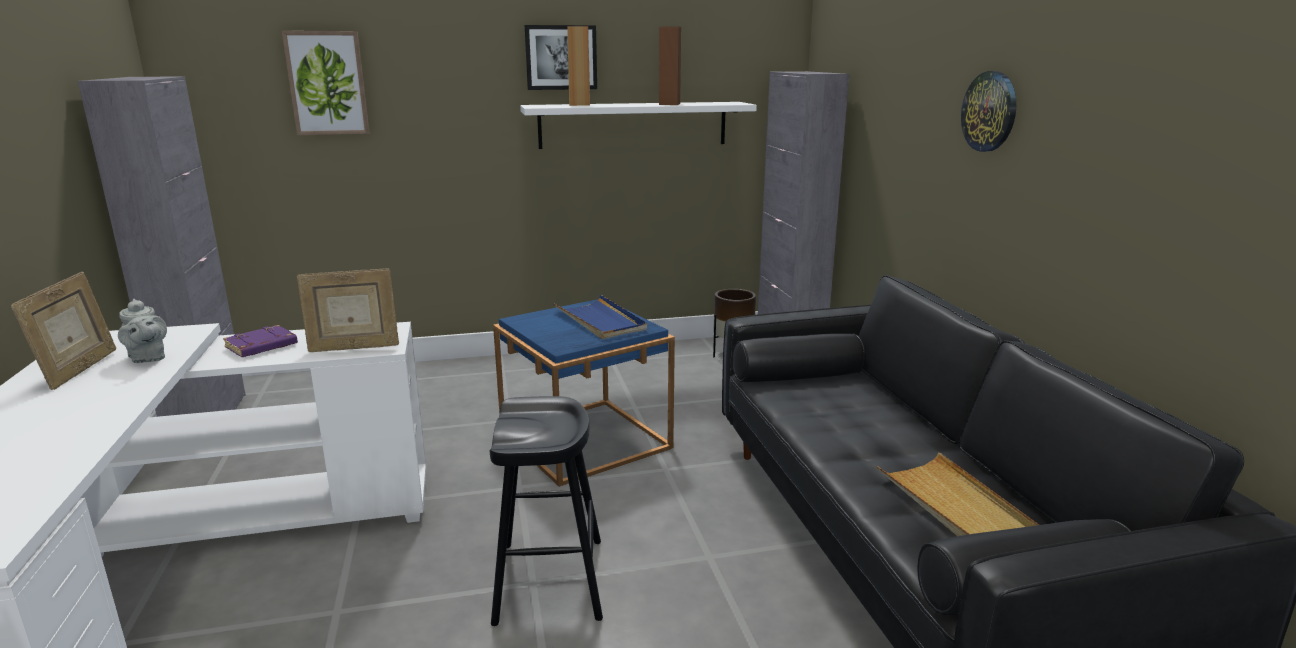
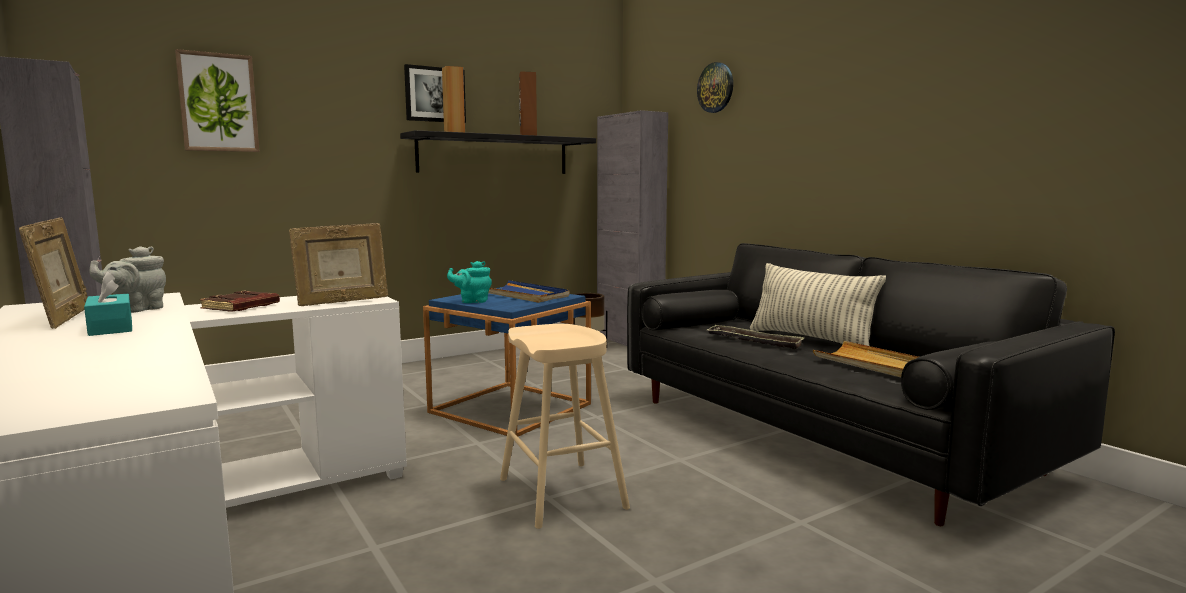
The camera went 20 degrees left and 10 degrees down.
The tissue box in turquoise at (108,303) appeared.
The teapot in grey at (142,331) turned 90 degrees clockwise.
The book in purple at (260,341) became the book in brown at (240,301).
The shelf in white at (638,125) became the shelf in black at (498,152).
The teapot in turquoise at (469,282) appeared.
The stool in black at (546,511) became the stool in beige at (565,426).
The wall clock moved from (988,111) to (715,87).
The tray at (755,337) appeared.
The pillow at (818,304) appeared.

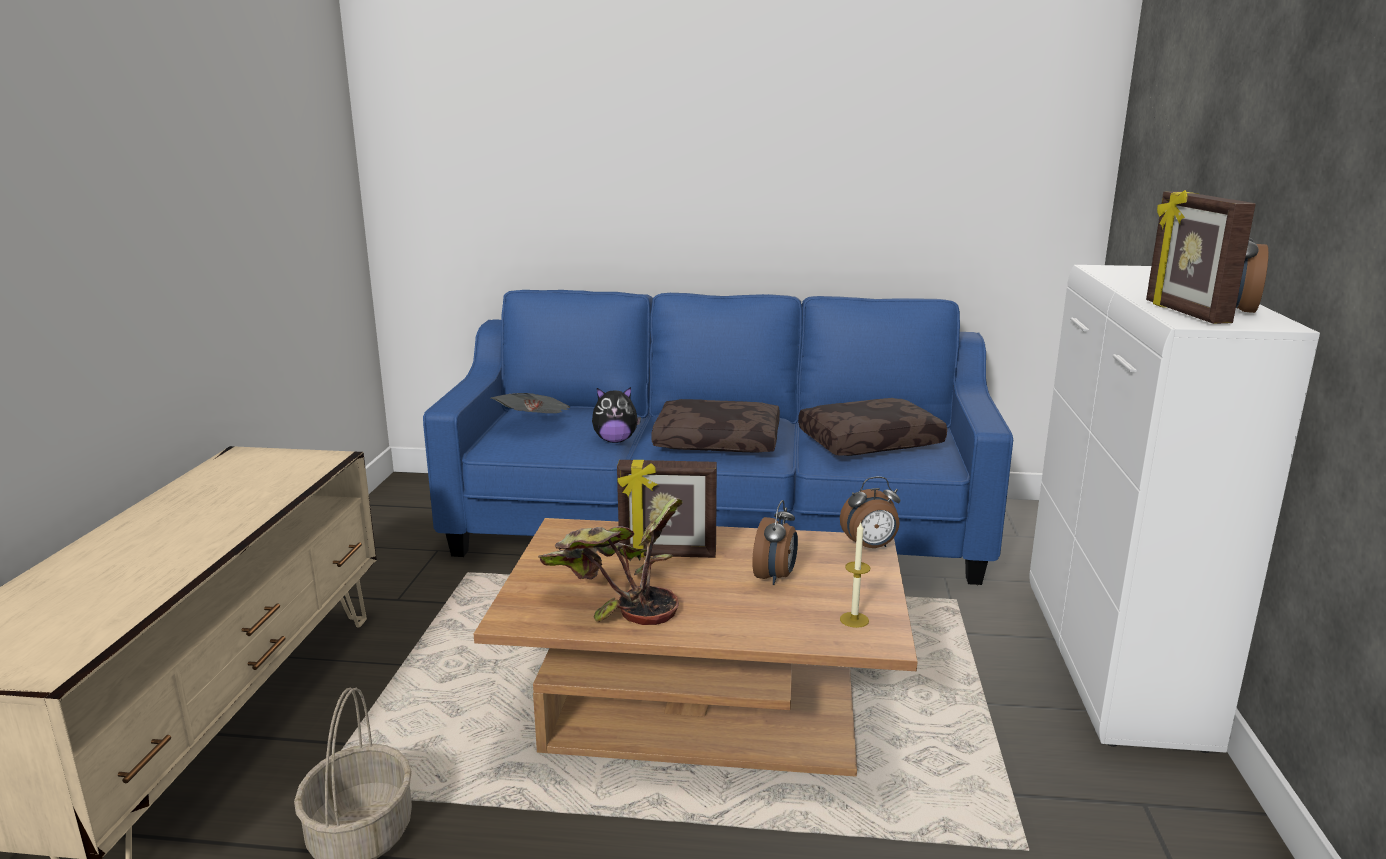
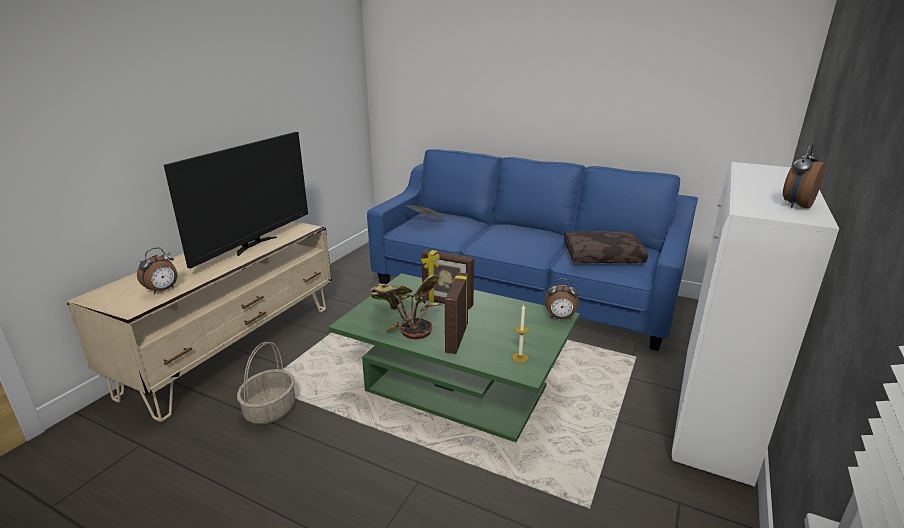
The camera went 20 degrees right and 5 degrees up.
The alarm clock moved from (775,542) to (157,271).
The television at (236,200) appeared.
The coffee table in brown at (696,647) became the coffee table in green at (454,357).
The picture frame moved from (1201,257) to (457,313).
The plush toy at (616,415) disappeared.
The pillow in brown at (715,426) disappeared.

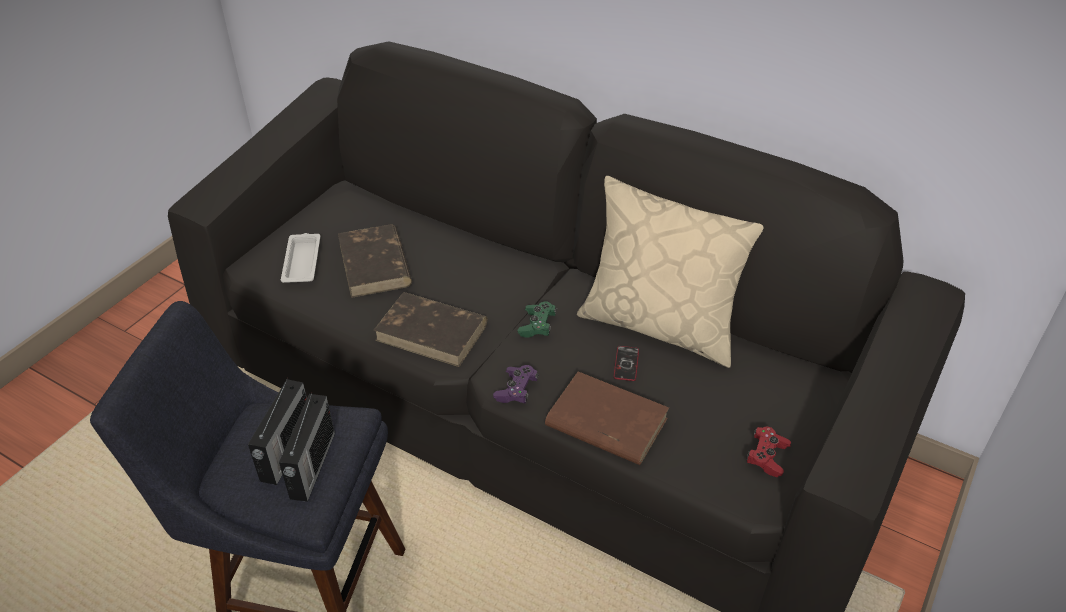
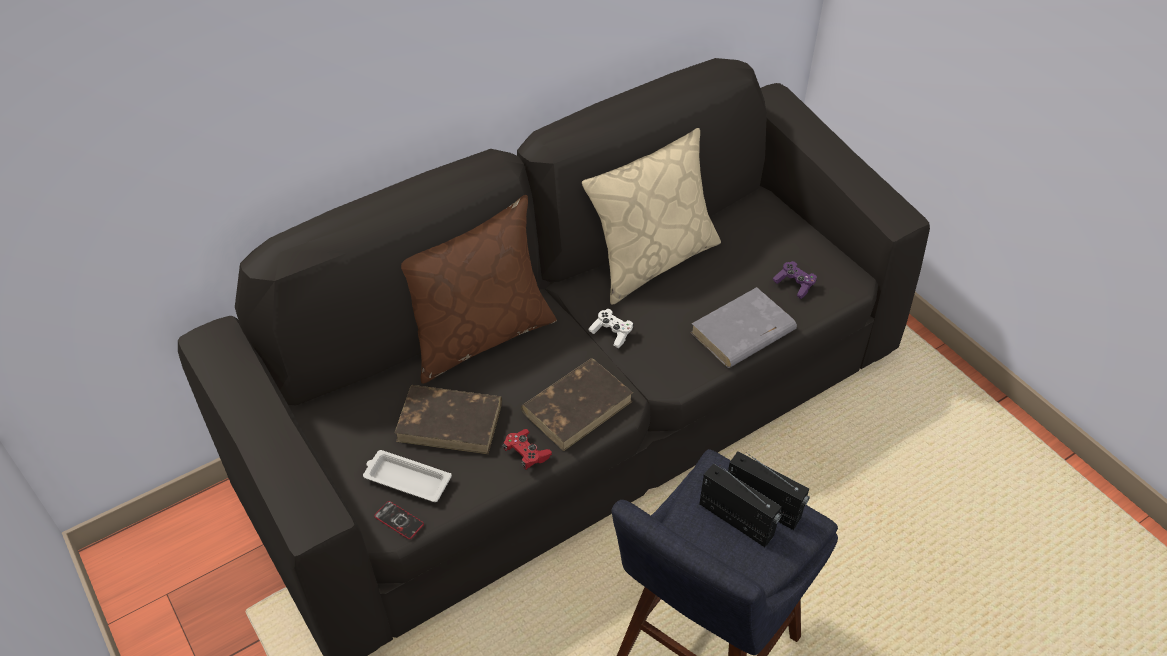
The camera went 65 degrees left and 5 degrees up.
The phone moved from (626,363) to (399,520).
The pillow in brown at (479,289) appeared.
The game controller in red moved from (768,452) to (527,449).
The game controller in green at (537,319) became the game controller in white at (611,329).
The book in brown at (607,418) became the book in grey at (743,327).
The game controller in purple moved from (516,384) to (795,280).

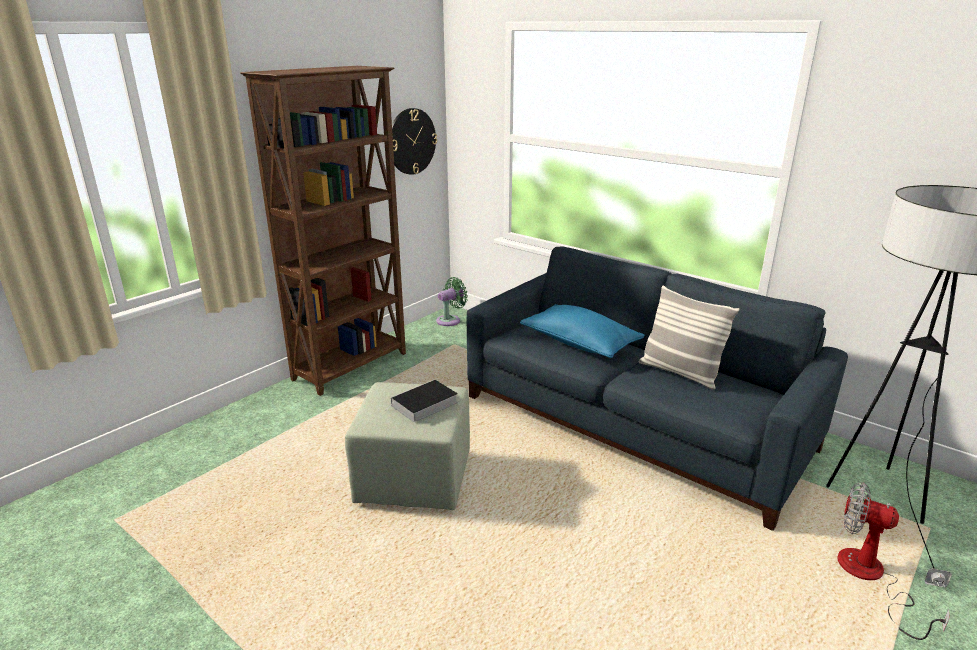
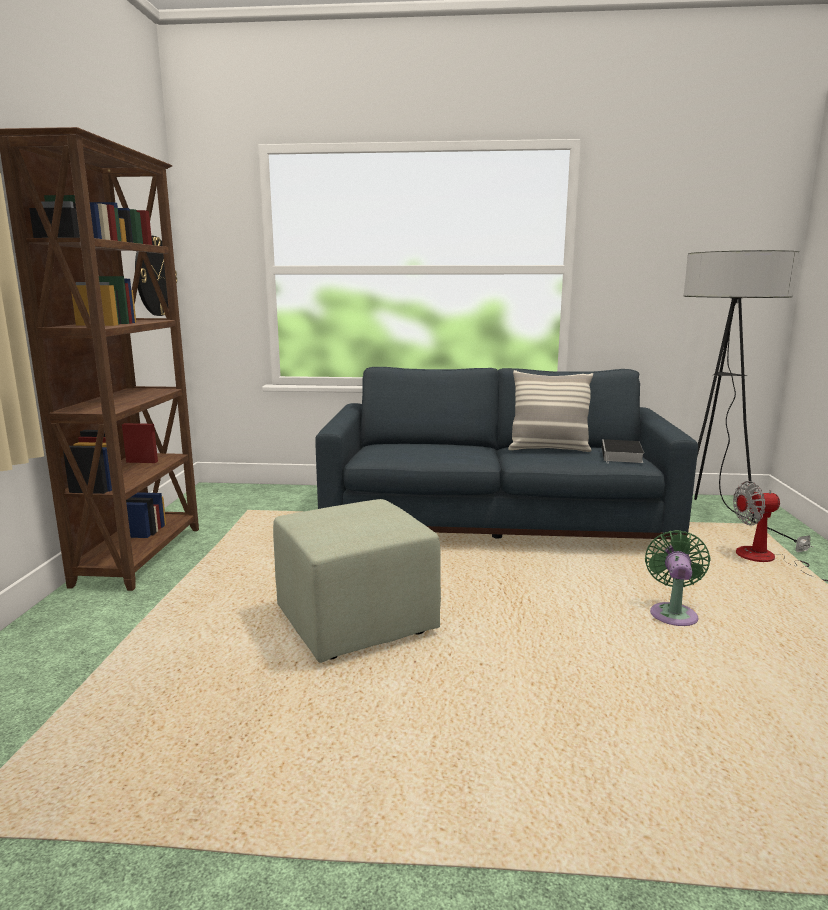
The camera went 35 degrees left and 10 degrees down.
The book moved from (421,400) to (623,451).
The fan in green moved from (452,301) to (678,578).
The pillow in blue at (582,331) disappeared.

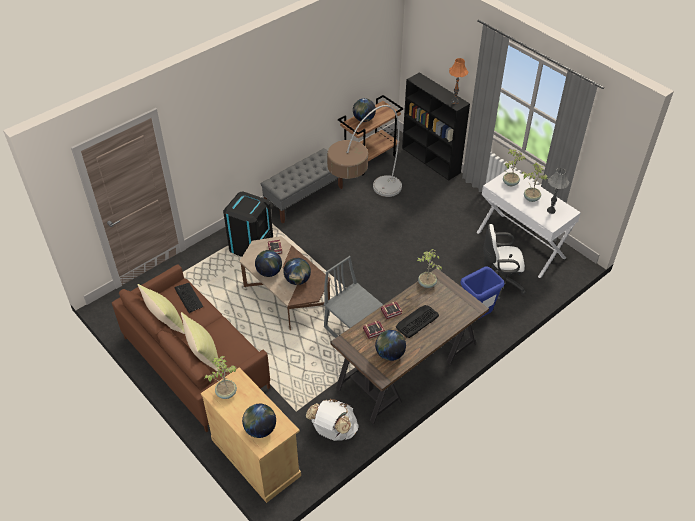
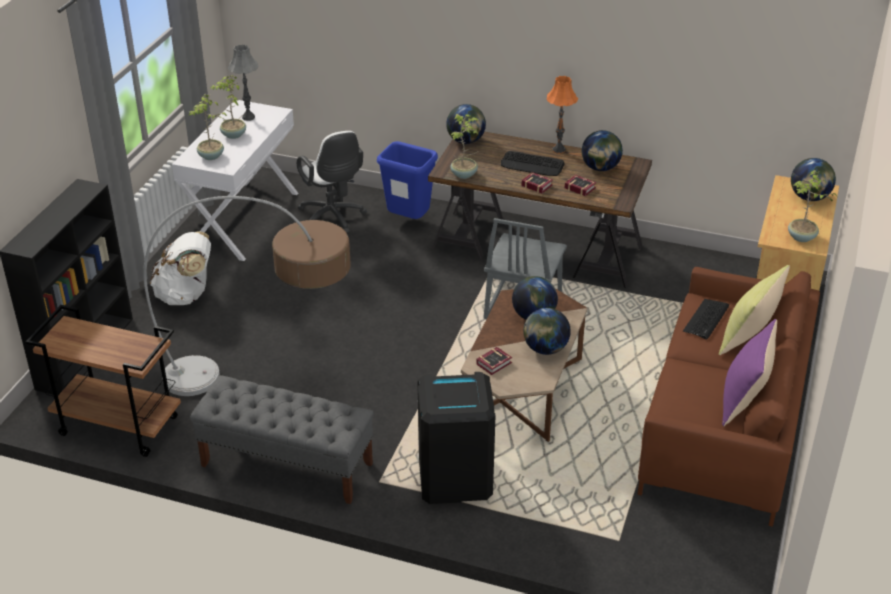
The camera went 120 degrees left and 10 degrees down.
The backpack in white moved from (332,420) to (180,268).
The globe moved from (364,110) to (466,124).
The table lamp in orange moved from (458,81) to (562,115).
The keyboard moved from (188,298) to (706,319).
The pillow in yellow at (161,309) became the pillow in purple at (749,372).

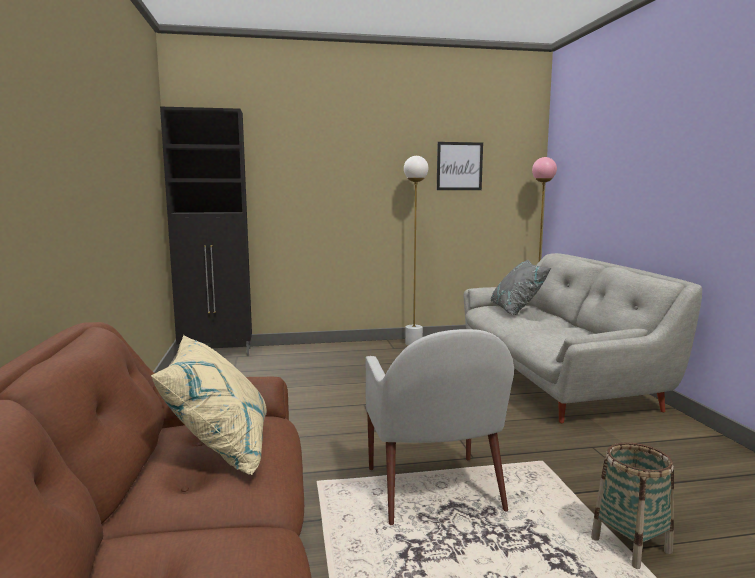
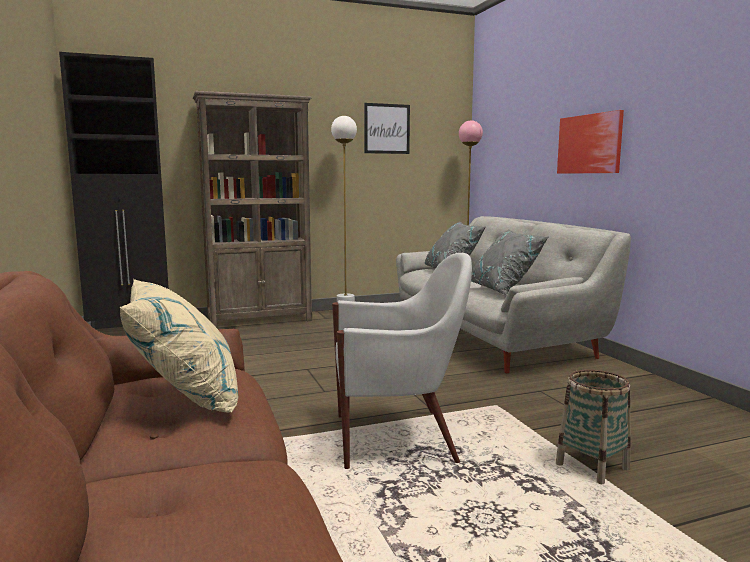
The camera went 10 degrees left and 0 degrees up.
The bookcase in brown at (252,209) appeared.
The armchair in white at (439,427) turned 75 degrees counterclockwise.
The pillow in grey at (509,262) appeared.
The picture at (590,142) appeared.

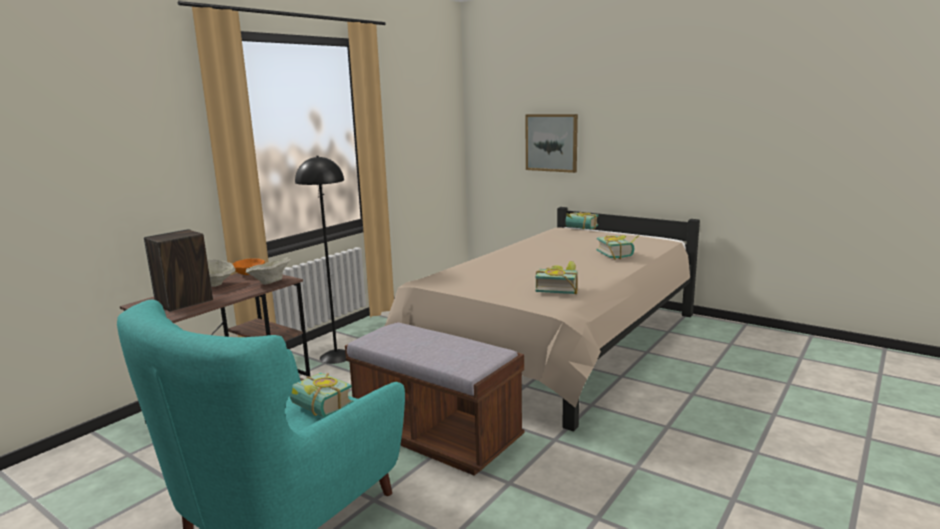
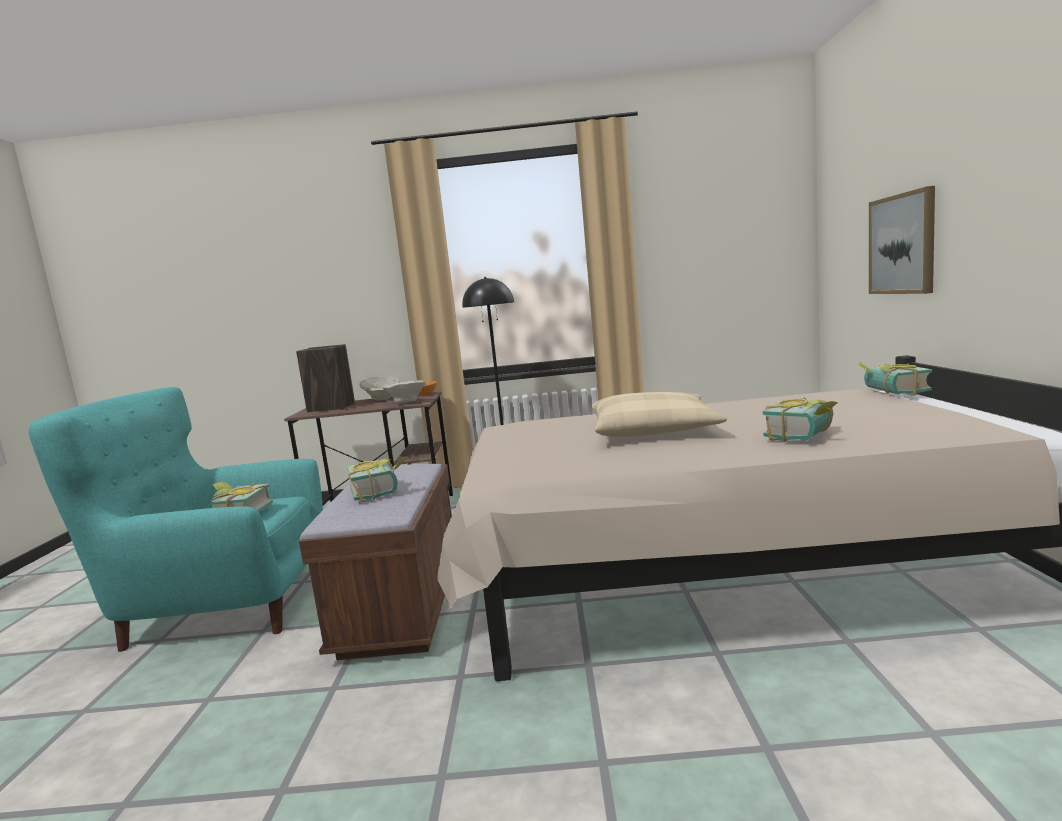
The camera went 55 degrees right and 5 degrees down.
The book moved from (557,277) to (377,479).
The pillow in beige at (659,414) appeared.

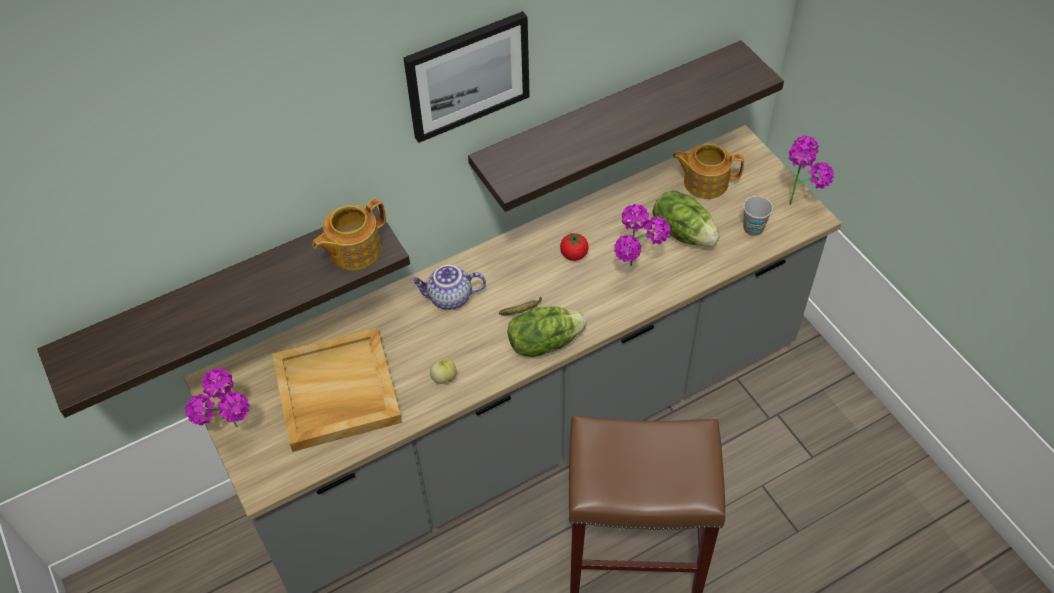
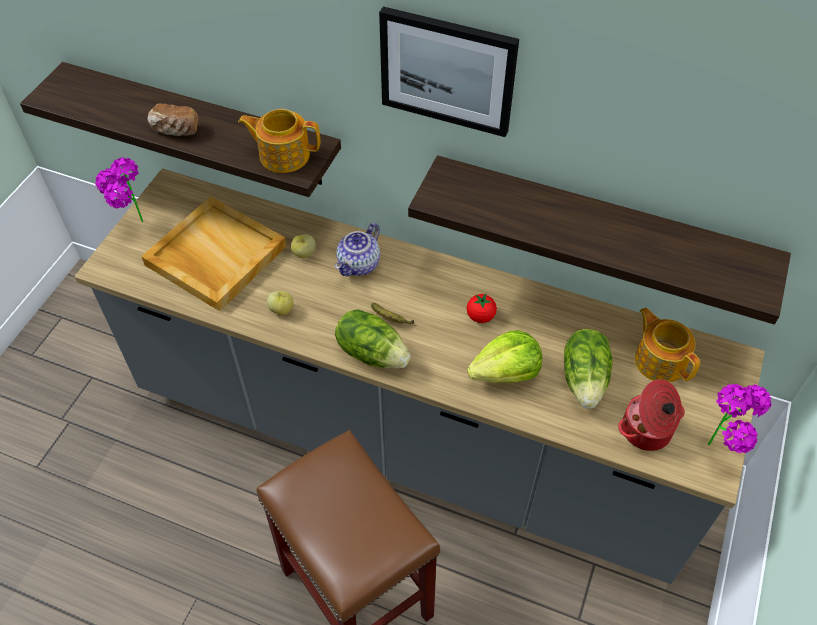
The camera went 50 degrees right and 0 degrees up.
The bread at (173,119) appeared.
The apple at (303,246) appeared.
The teapot at (448,287) turned 105 degrees counterclockwise.
The potted plant at (642,235) was replaced by the lettuce at (504,356).
The cup at (758,216) was replaced by the cooking pot at (651,415).

